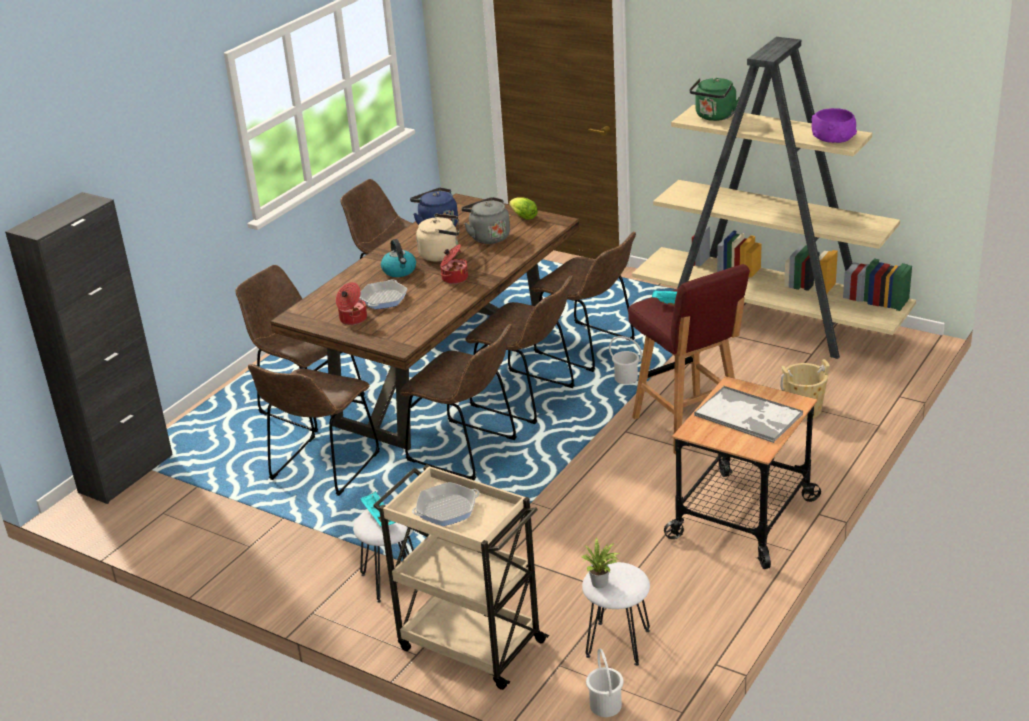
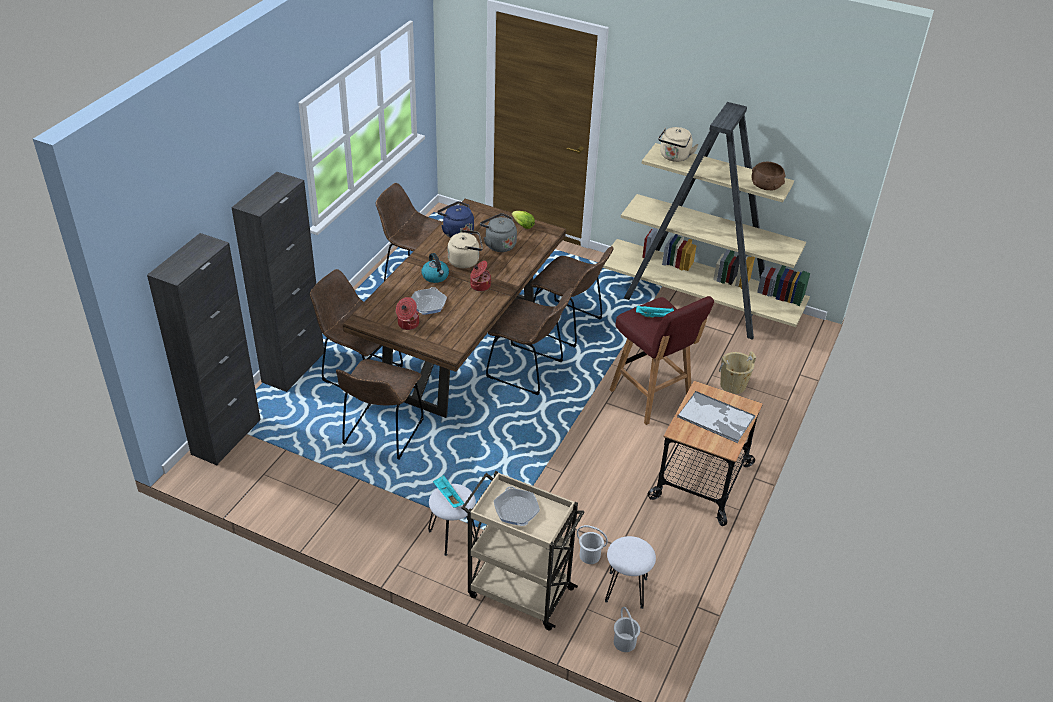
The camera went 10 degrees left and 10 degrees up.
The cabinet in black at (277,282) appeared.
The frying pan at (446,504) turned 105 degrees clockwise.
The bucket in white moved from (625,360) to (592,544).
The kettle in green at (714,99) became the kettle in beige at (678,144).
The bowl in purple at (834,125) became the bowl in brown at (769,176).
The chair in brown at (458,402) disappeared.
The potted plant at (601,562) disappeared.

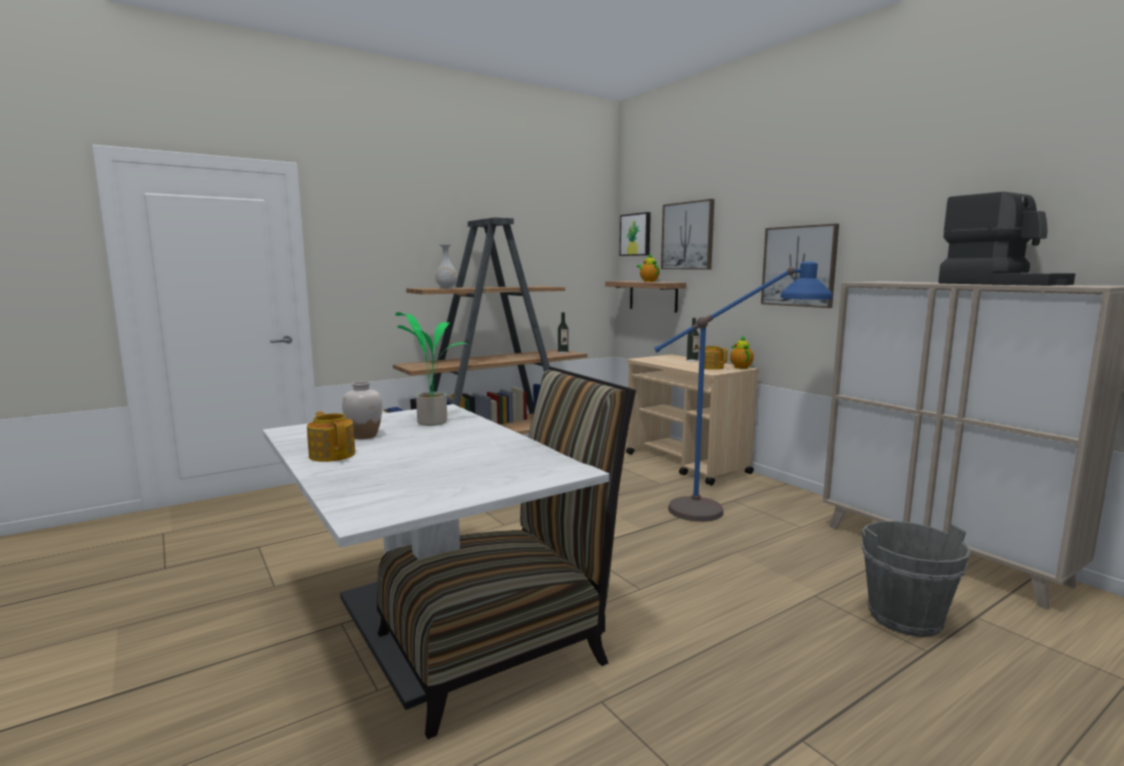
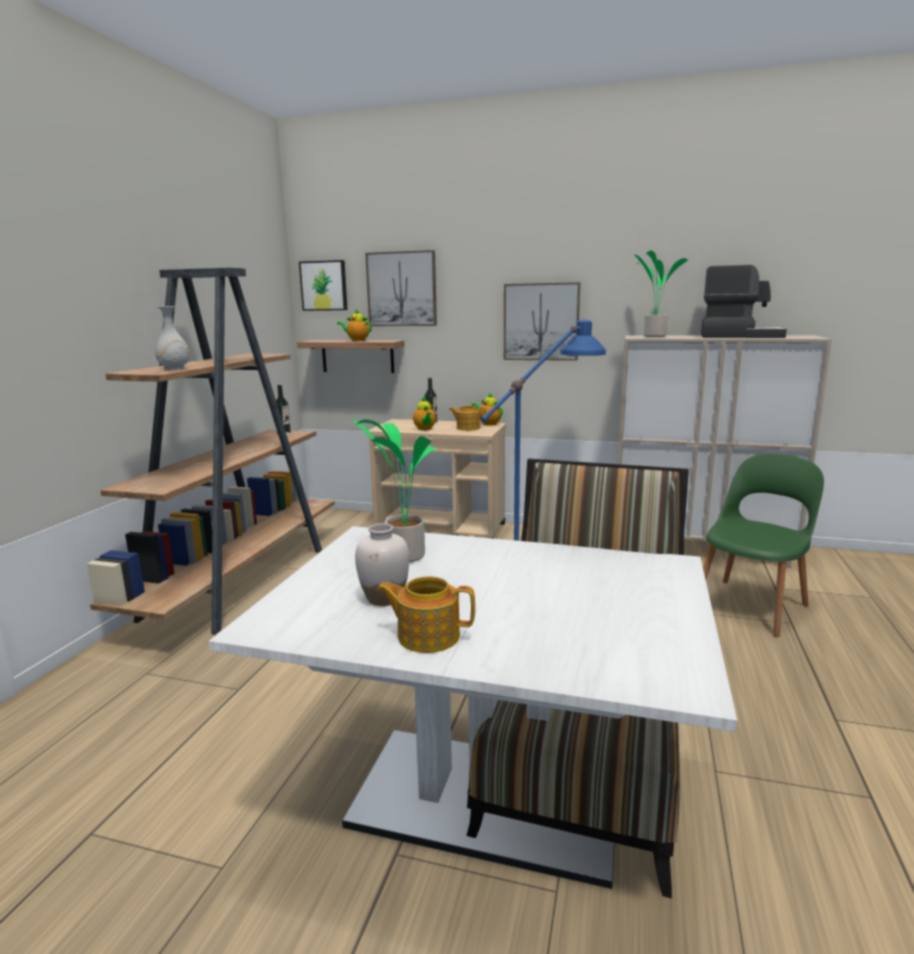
The camera went 40 degrees left and 5 degrees up.
The teapot at (424,413) appeared.
The potted plant at (661,294) appeared.
The bucket in grey at (916,579) was replaced by the chair in green at (763,545).

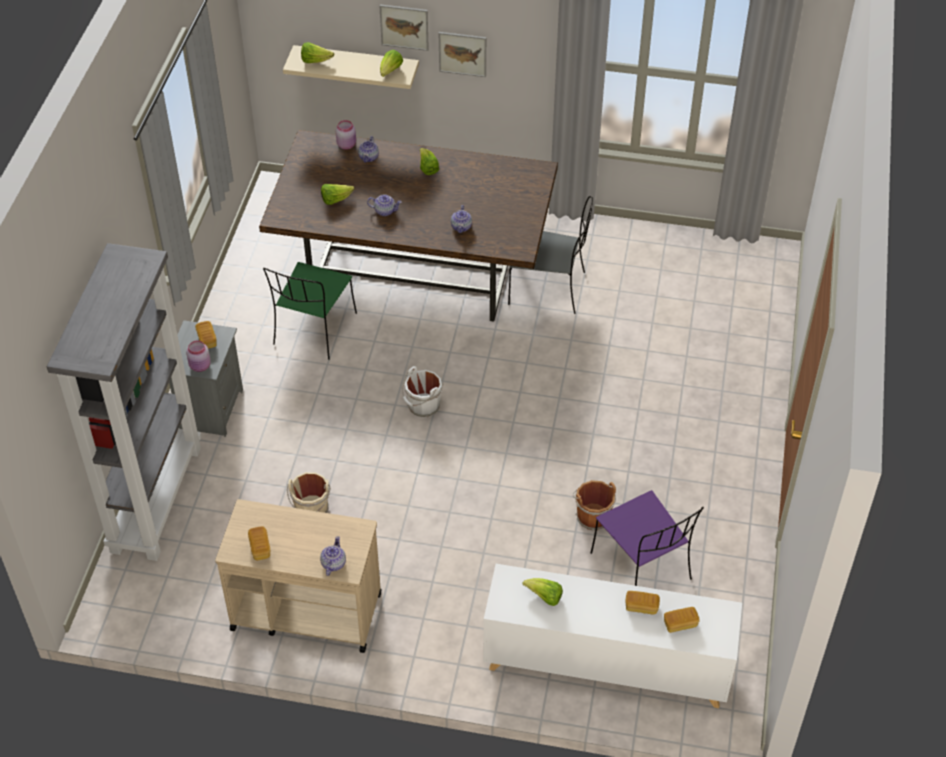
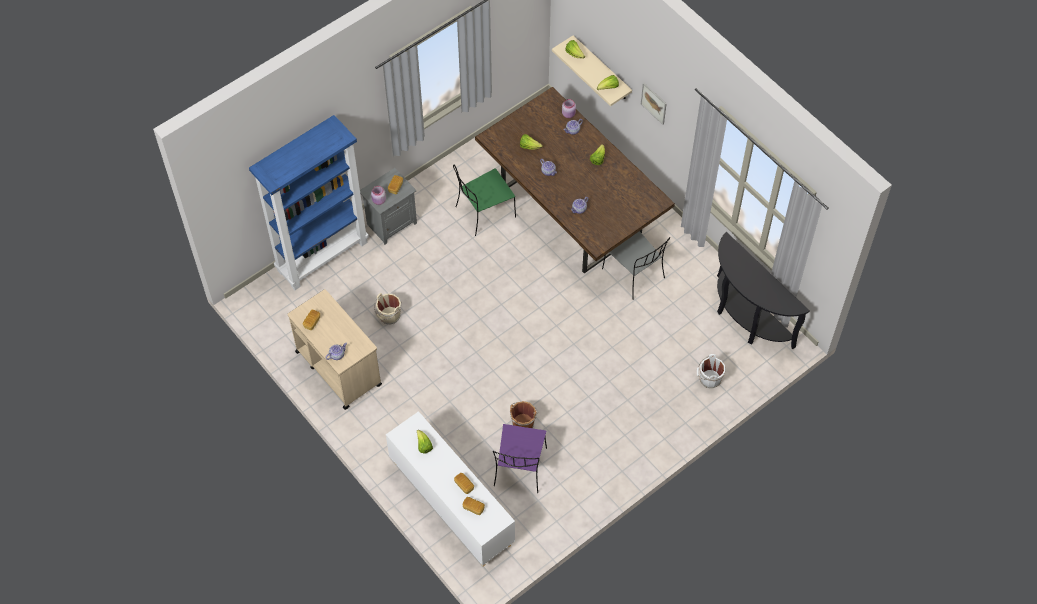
The camera went 40 degrees right and 10 degrees up.
The bookcase in grey at (124,402) became the bookcase in blue at (309,202).
The bucket in white moved from (422,392) to (711,371).
The console table in black at (763,290) appeared.
The picture at (404,27) disappeared.

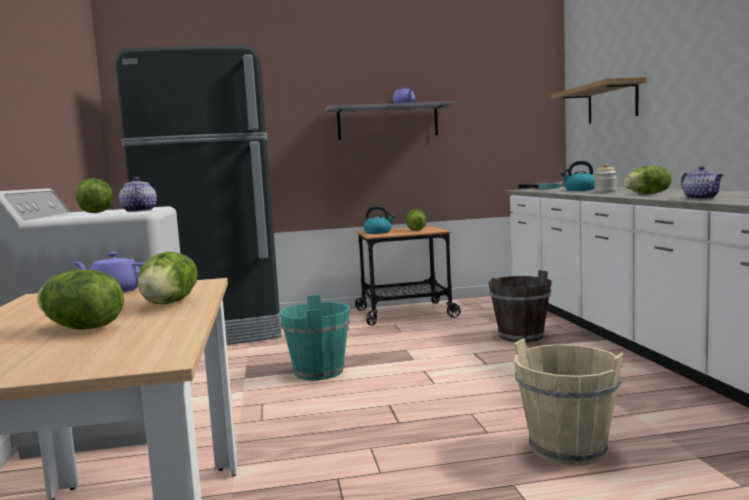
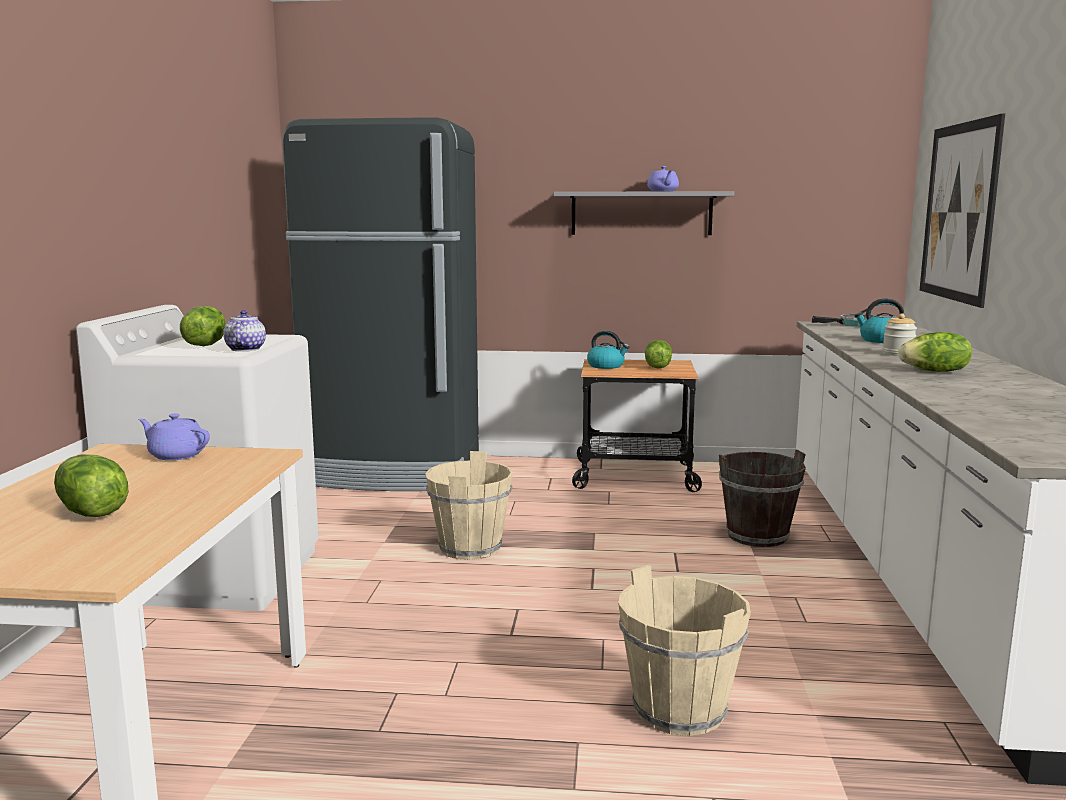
The camera went 15 degrees right and 5 degrees up.
The bucket in turquoise at (315,337) became the bucket in beige at (469,505).
The shelf at (598,100) was replaced by the picture at (962,210).
The lettuce at (168,278) disappeared.
The teapot at (702,182) disappeared.

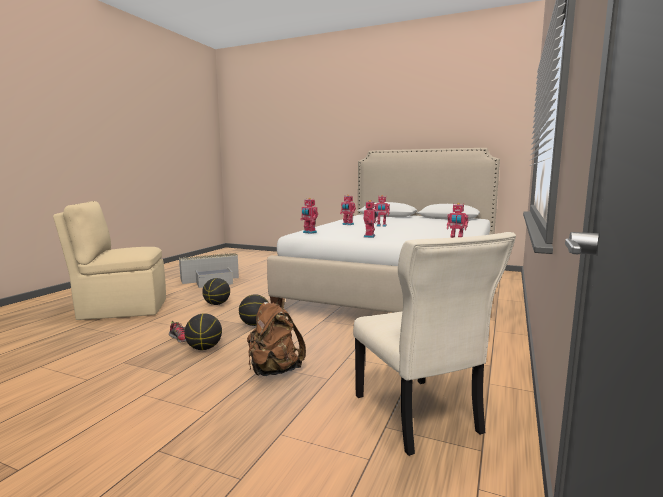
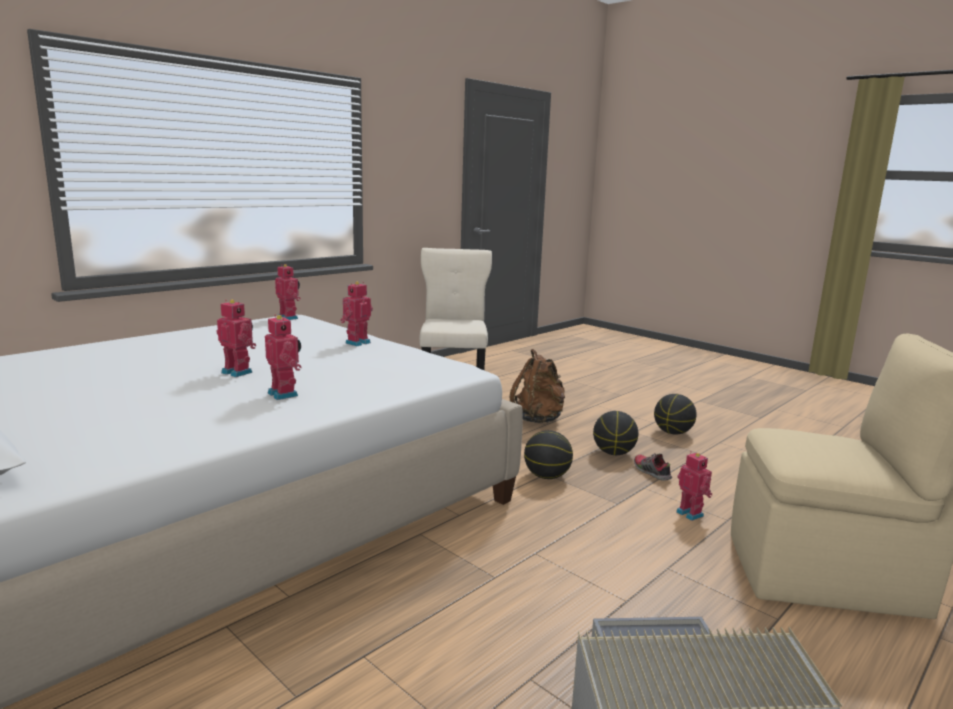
The camera went 160 degrees left and 5 degrees up.
The basketball moved from (216,291) to (675,414).
The toy robot moved from (309,216) to (694,486).

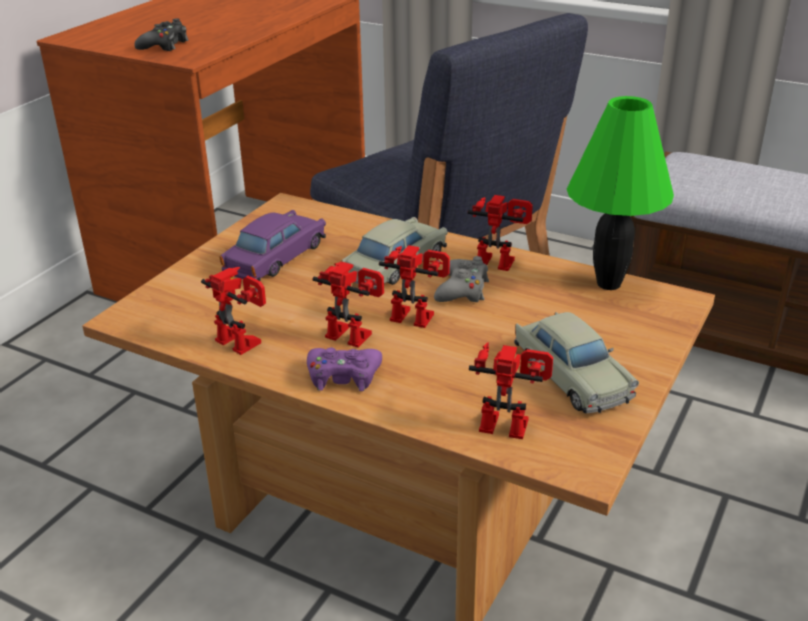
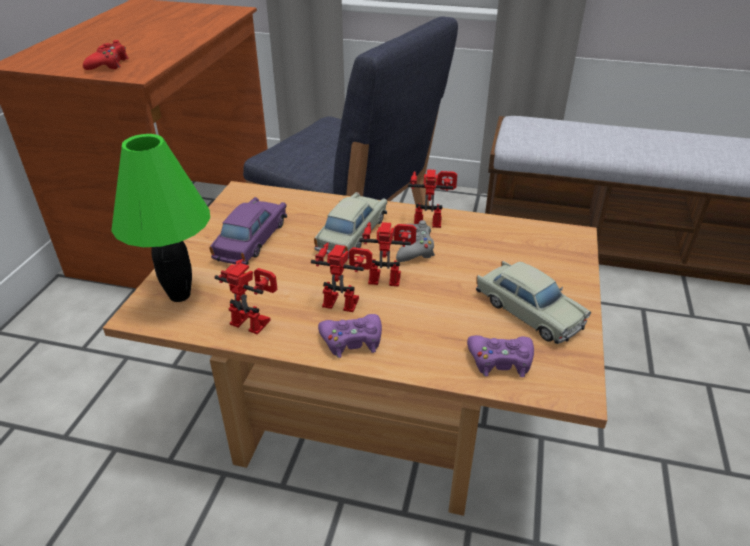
The camera went 15 degrees left and 5 degrees up.
The game controller in black at (161,34) became the game controller in red at (106,55).
The table lamp in green moved from (620,193) to (160,218).
The toy robot at (511,390) was replaced by the game controller in purple at (500,356).

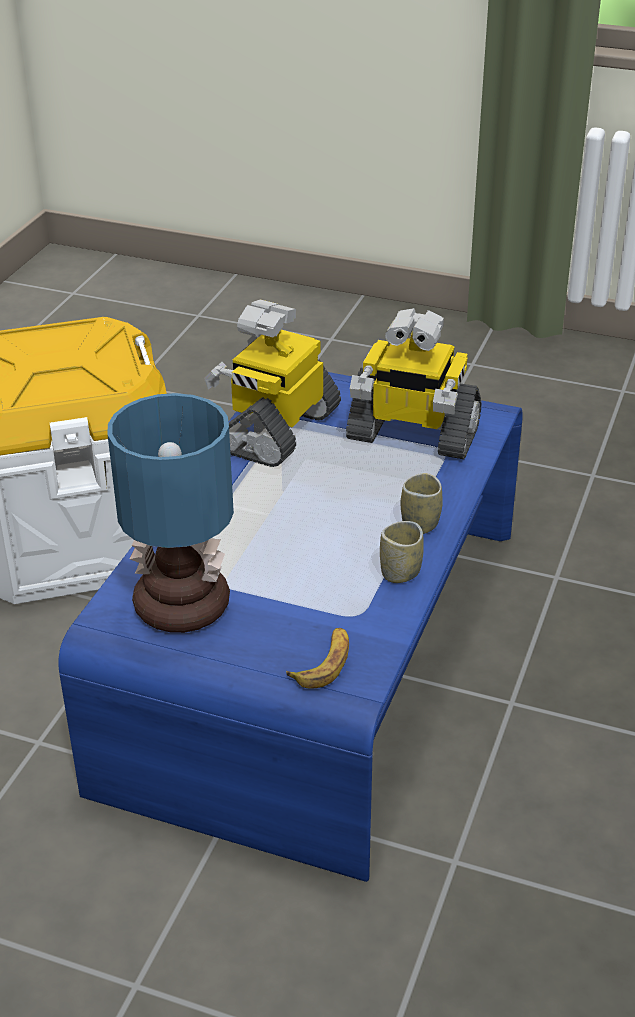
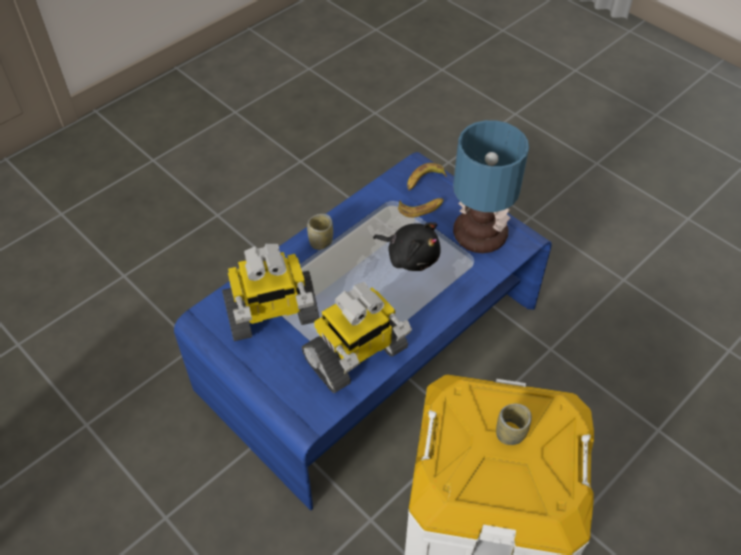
The camera went 155 degrees left and 15 degrees up.
The toy robot at (414,383) turned 120 degrees clockwise.
The plush toy in black at (407,246) appeared.
The banana at (421,208) appeared.
The cup moved from (402,552) to (514,424).

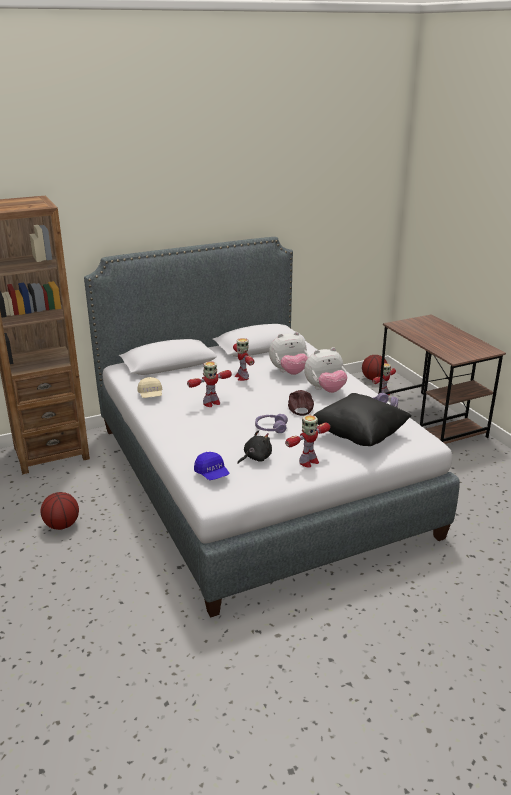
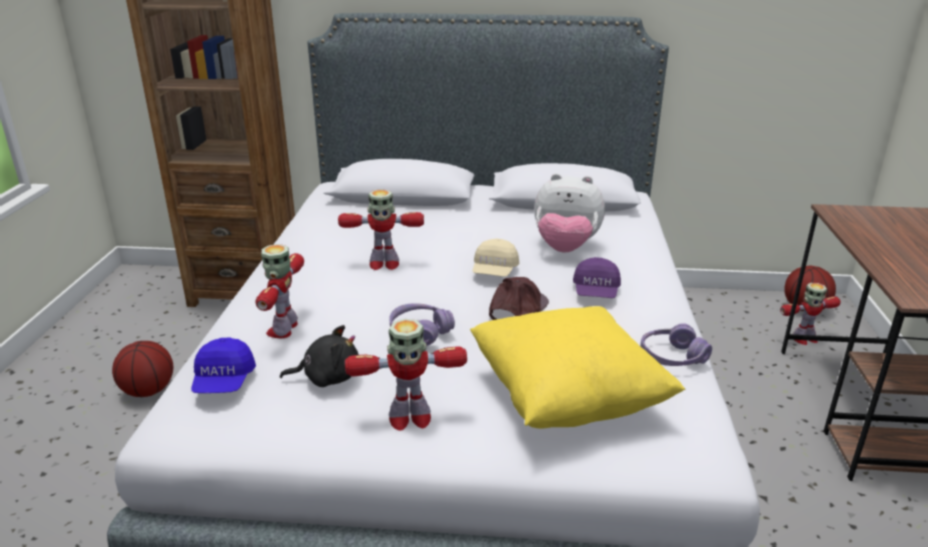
The camera went 30 degrees right and 0 degrees up.
The toy robot moved from (243,359) to (280,291).
The pillow in black at (362,419) became the pillow in yellow at (577,367).
The cap in beige moved from (150,387) to (496,258).
The plush toy at (325,370) was replaced by the cap in purple at (597,277).

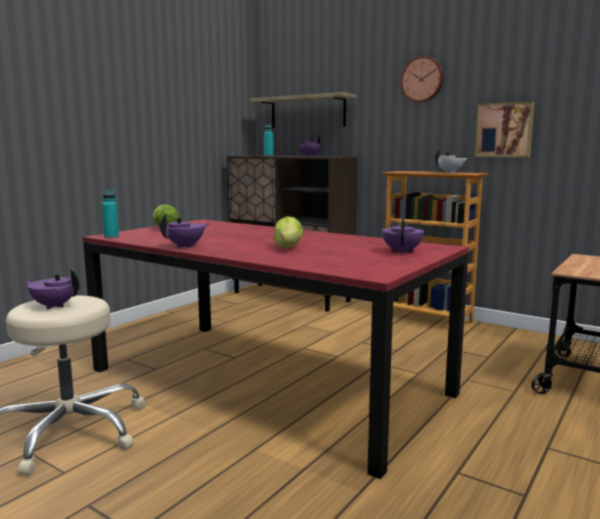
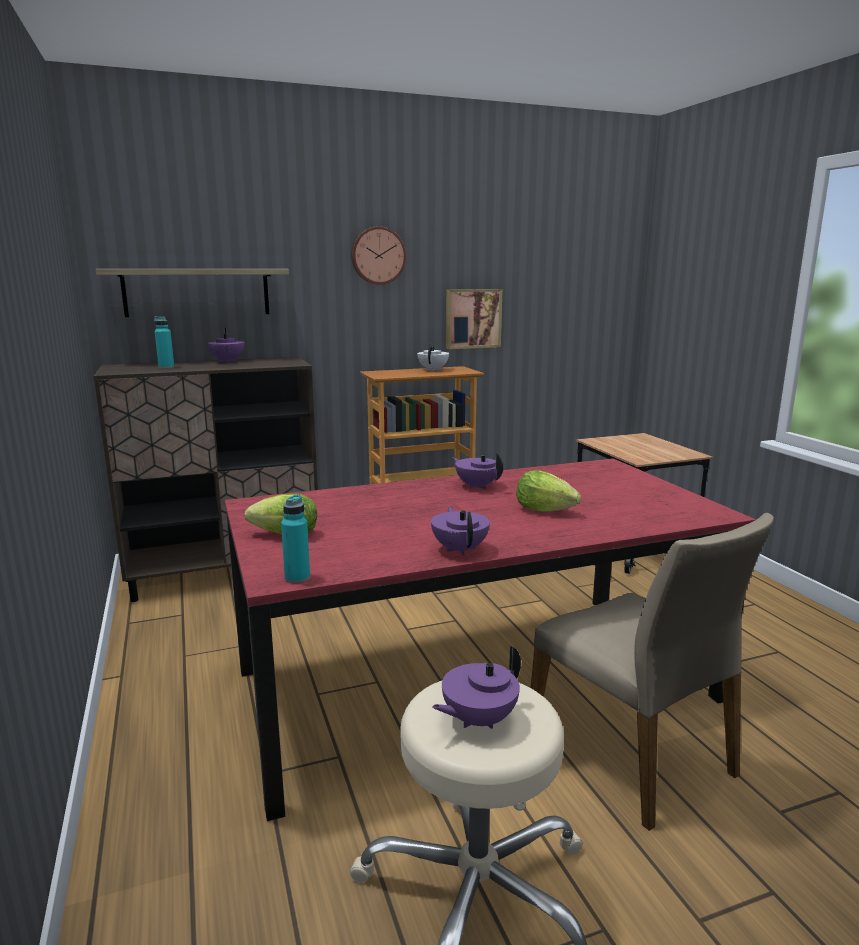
The camera went 55 degrees left and 5 degrees up.
The teapot in purple moved from (403,236) to (477,470).
The chair in beige at (652,672) appeared.

